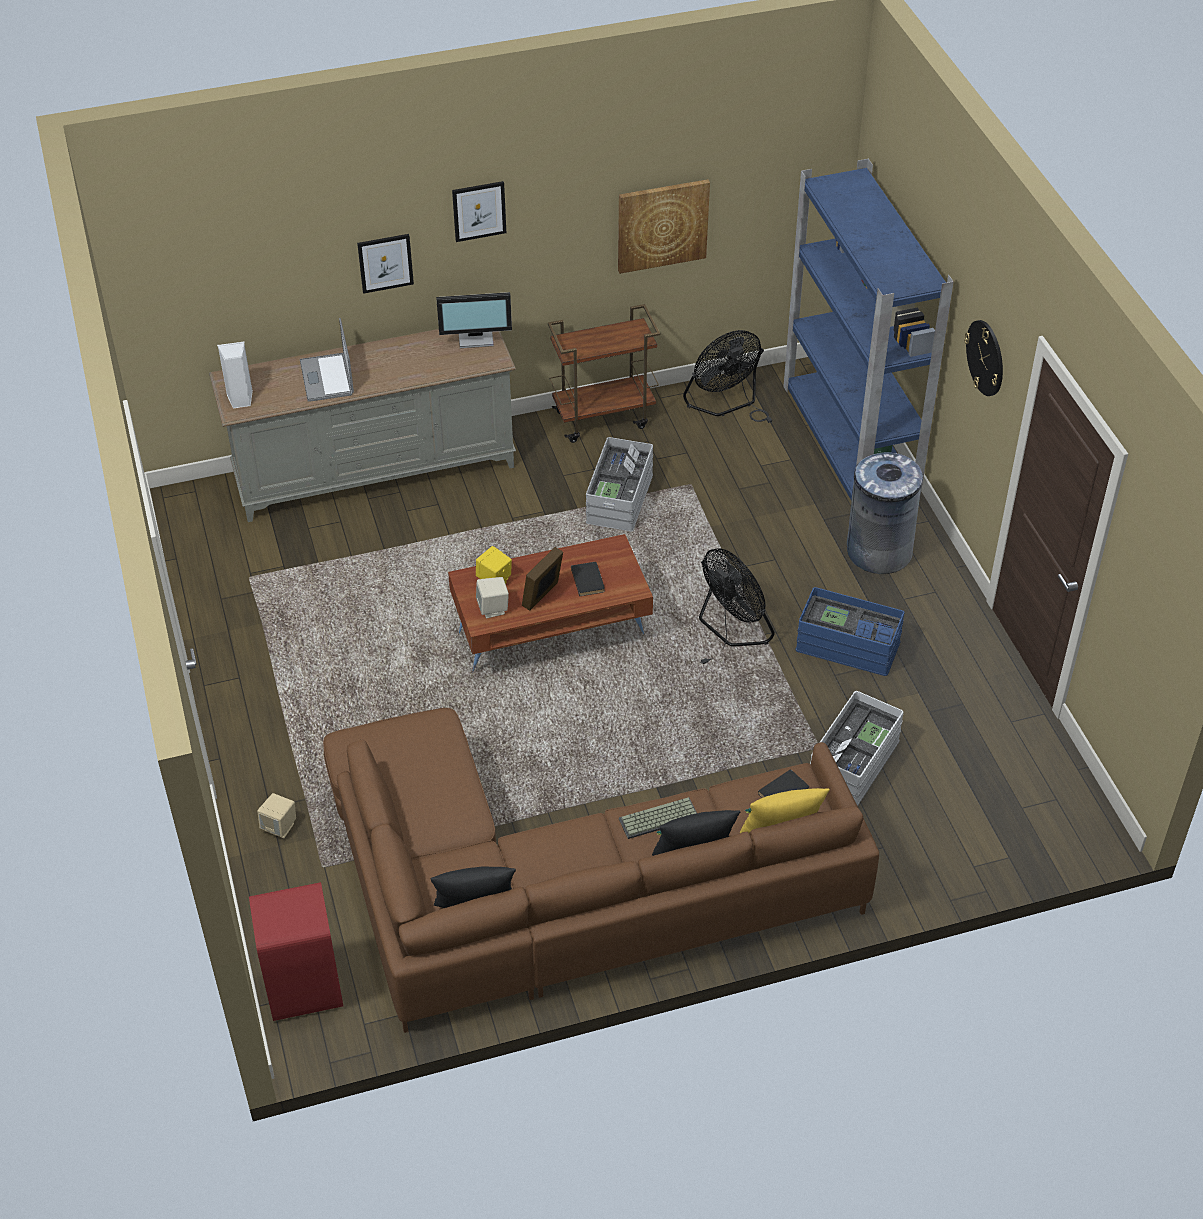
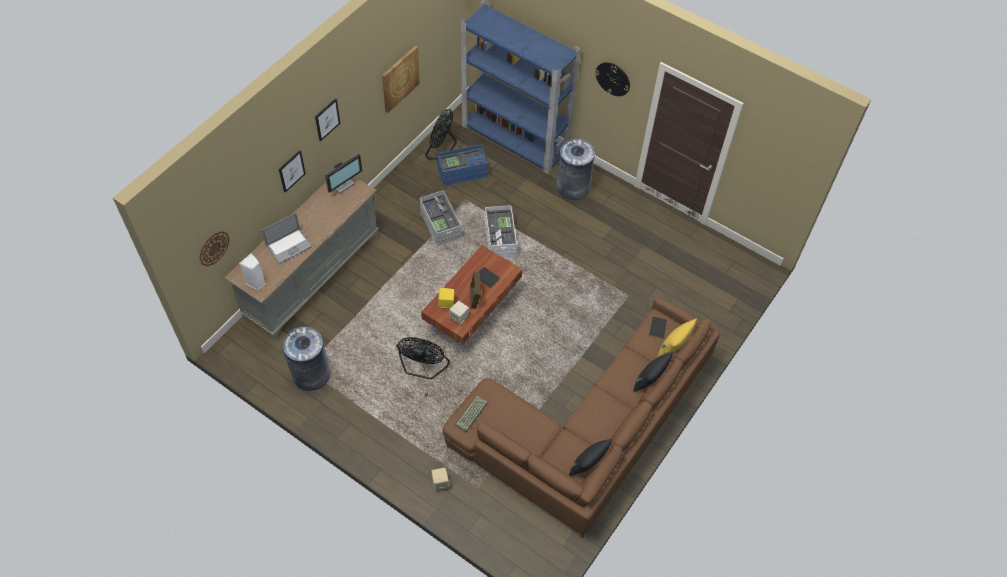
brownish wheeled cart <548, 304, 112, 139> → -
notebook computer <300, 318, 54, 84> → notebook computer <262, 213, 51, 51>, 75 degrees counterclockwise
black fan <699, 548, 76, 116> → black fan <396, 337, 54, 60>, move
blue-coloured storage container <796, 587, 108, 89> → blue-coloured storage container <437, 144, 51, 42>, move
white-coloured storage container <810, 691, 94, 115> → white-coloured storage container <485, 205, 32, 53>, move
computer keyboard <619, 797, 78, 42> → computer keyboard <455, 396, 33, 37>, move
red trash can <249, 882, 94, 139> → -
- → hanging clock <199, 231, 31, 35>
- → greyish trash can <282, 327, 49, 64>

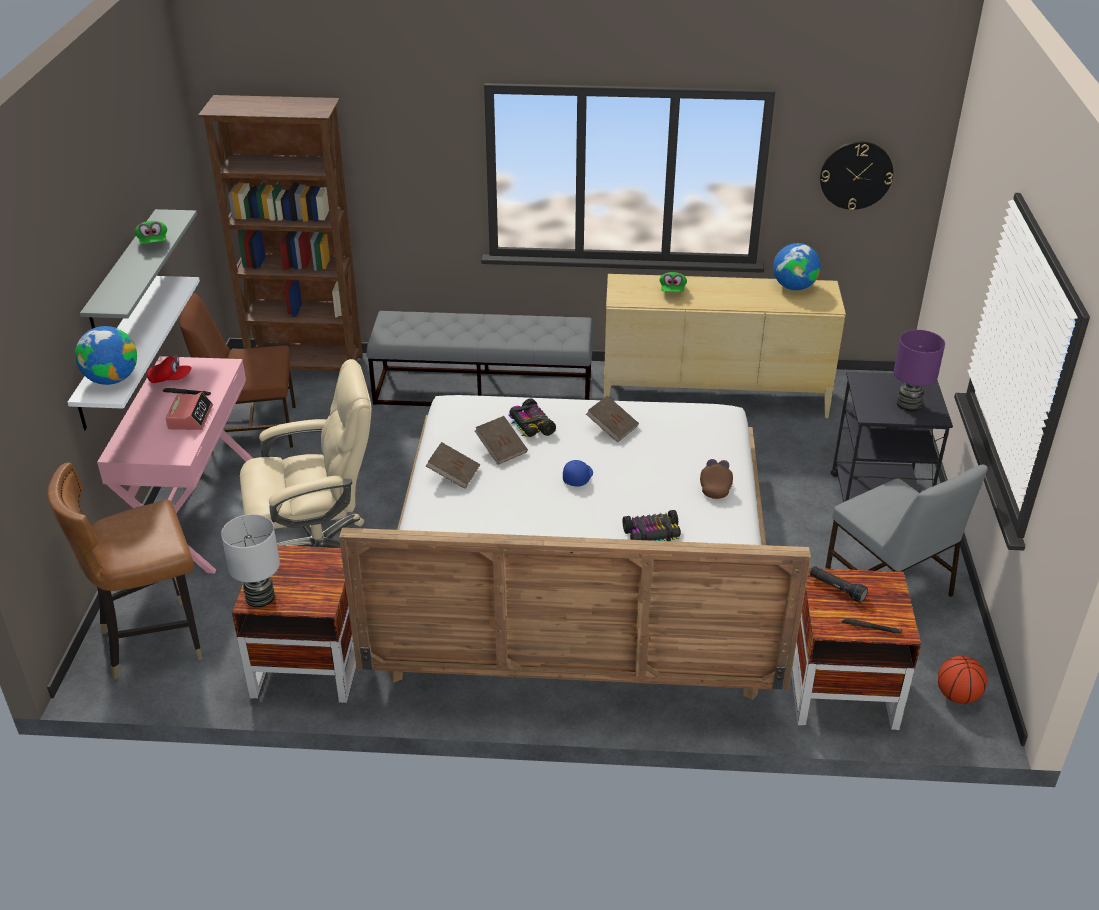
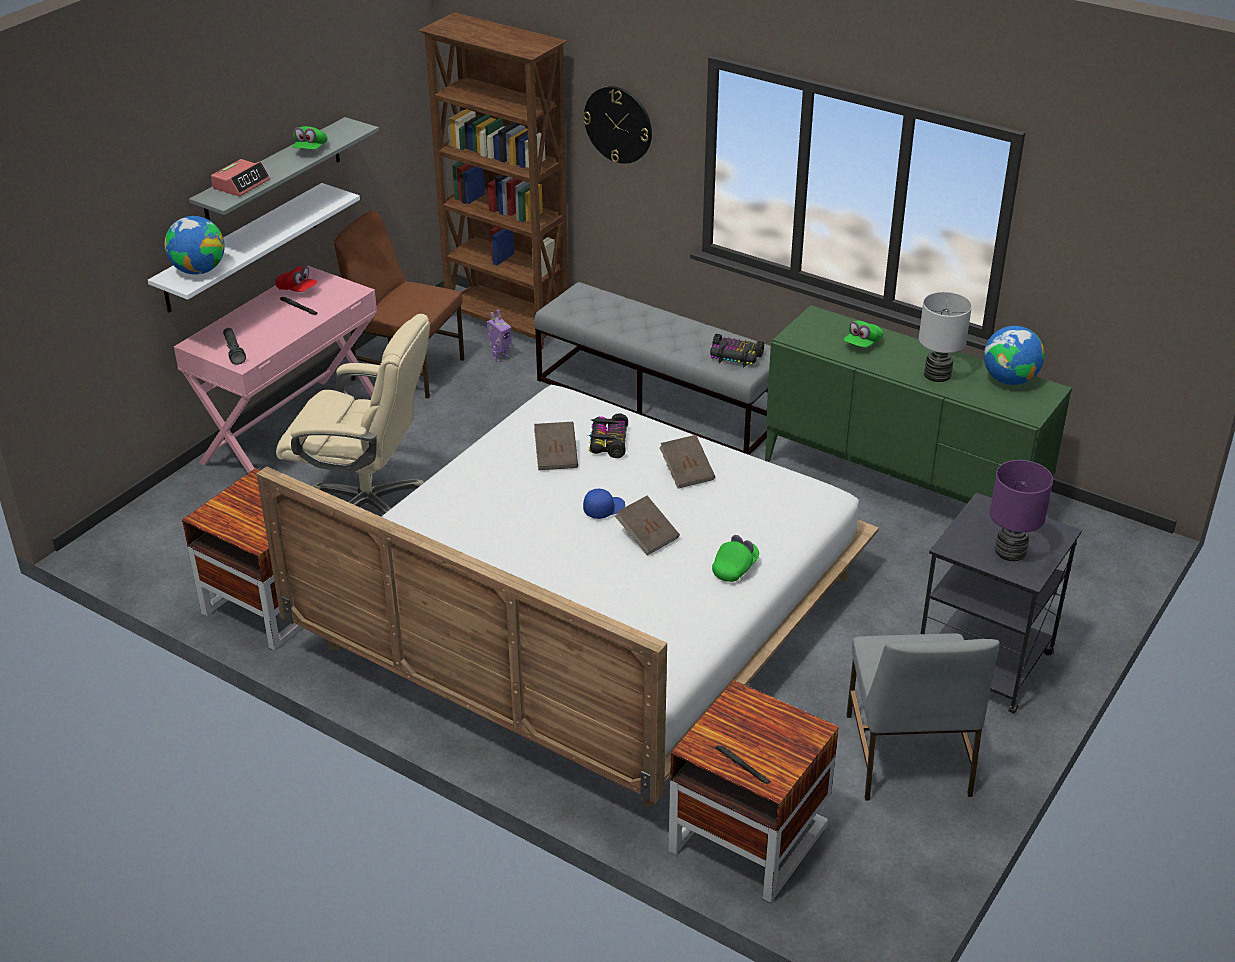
hanging clock <820, 141, 73, 69> → hanging clock <583, 86, 69, 78>, move
sand-coloured dresser <604, 274, 242, 144> → green dresser <765, 305, 307, 198>
table clock <166, 392, 47, 38> → table clock <211, 159, 59, 38>, move
brownish book <426, 442, 54, 47> → brownish book <615, 496, 65, 59>, move
brownish baseball cap <700, 459, 33, 40> → green baseball cap <712, 535, 47, 47>
brownish chair <47, 463, 156, 216> → -
model car <622, 510, 59, 31> → model car <710, 334, 54, 34>, move
greyish table lamp <221, 514, 59, 93> → greyish table lamp <919, 292, 53, 90>, move
black hand torch <810, 566, 58, 37> → black hand torch <223, 328, 23, 37>, move
basketball ball <938, 656, 49, 48> → -
- → toy robot <487, 310, 25, 52>

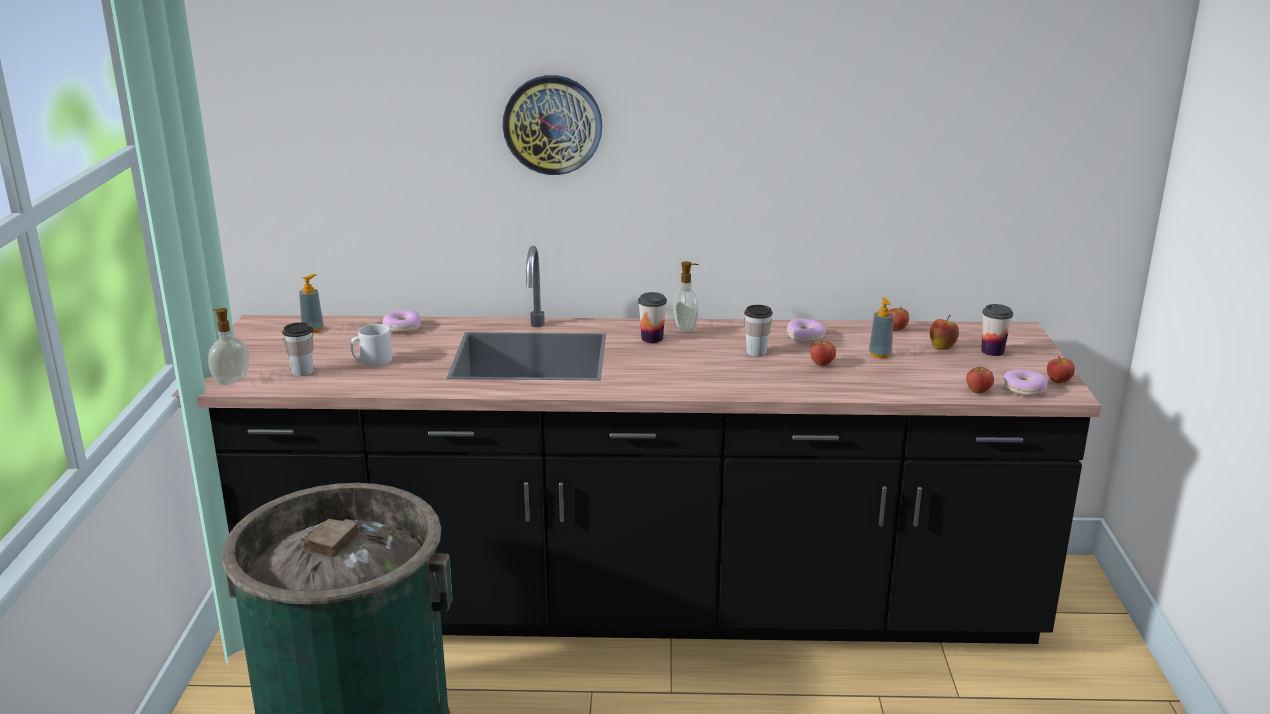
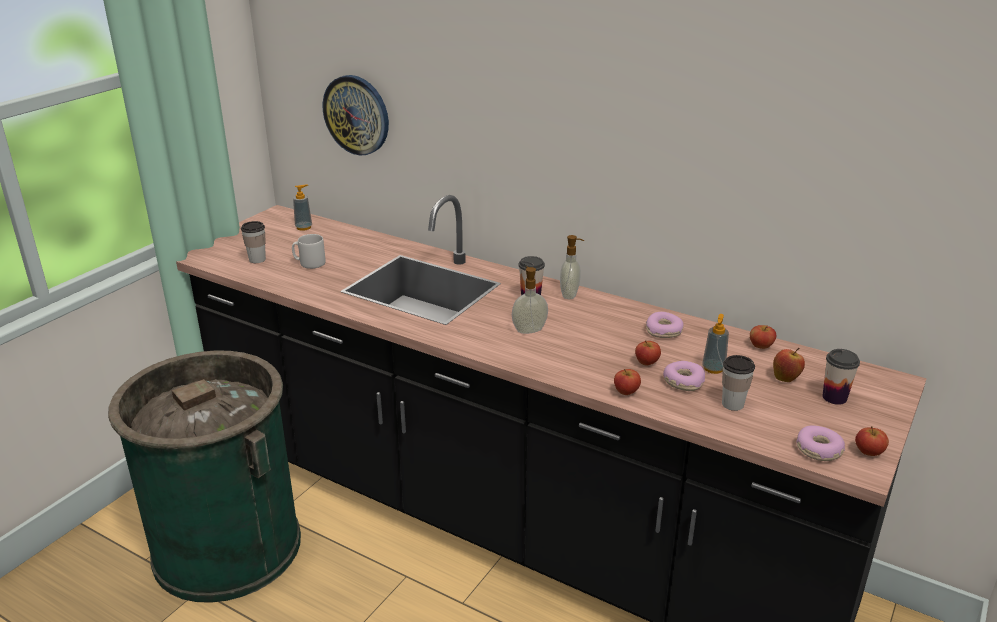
hanging clock <503, 75, 99, 100> → hanging clock <323, 75, 66, 80>, move
cup <744, 305, 29, 51> → cup <722, 355, 33, 56>, move
soap dispenser <208, 308, 41, 77> → soap dispenser <512, 266, 36, 68>, move
ring doughnut <383, 310, 38, 23> → ring doughnut <663, 361, 42, 30>, move
apple fruit <966, 366, 28, 28> → apple fruit <614, 369, 27, 26>, move

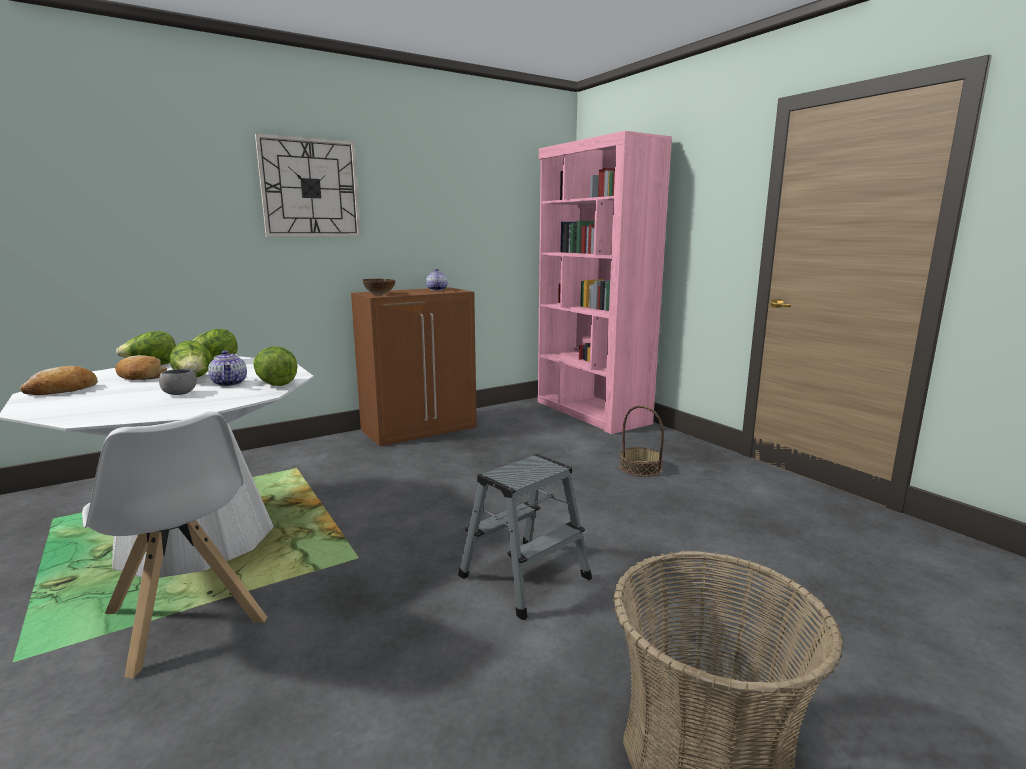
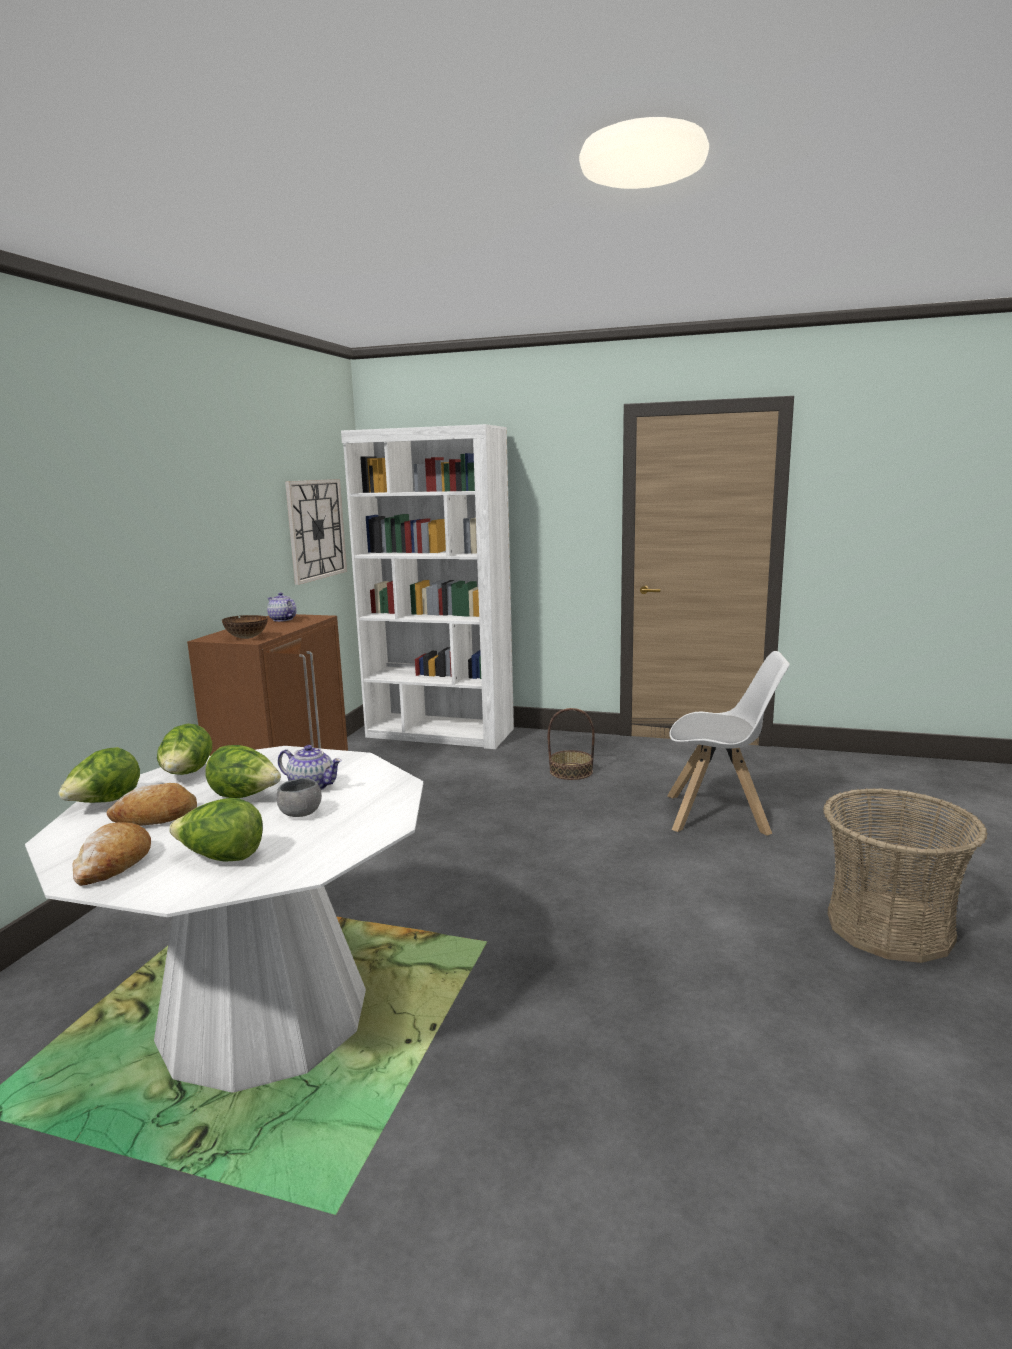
pink bookcase <538, 131, 134, 303> → white-coloured bookcase <341, 424, 173, 325>
hanging clock <255, 133, 106, 104> → hanging clock <285, 479, 62, 106>, move
lettuce <253, 346, 45, 40> → lettuce <169, 798, 94, 64>, move
chair <82, 411, 185, 267> → chair <667, 651, 123, 185>, move
greyish step ladder <458, 454, 134, 166> → -

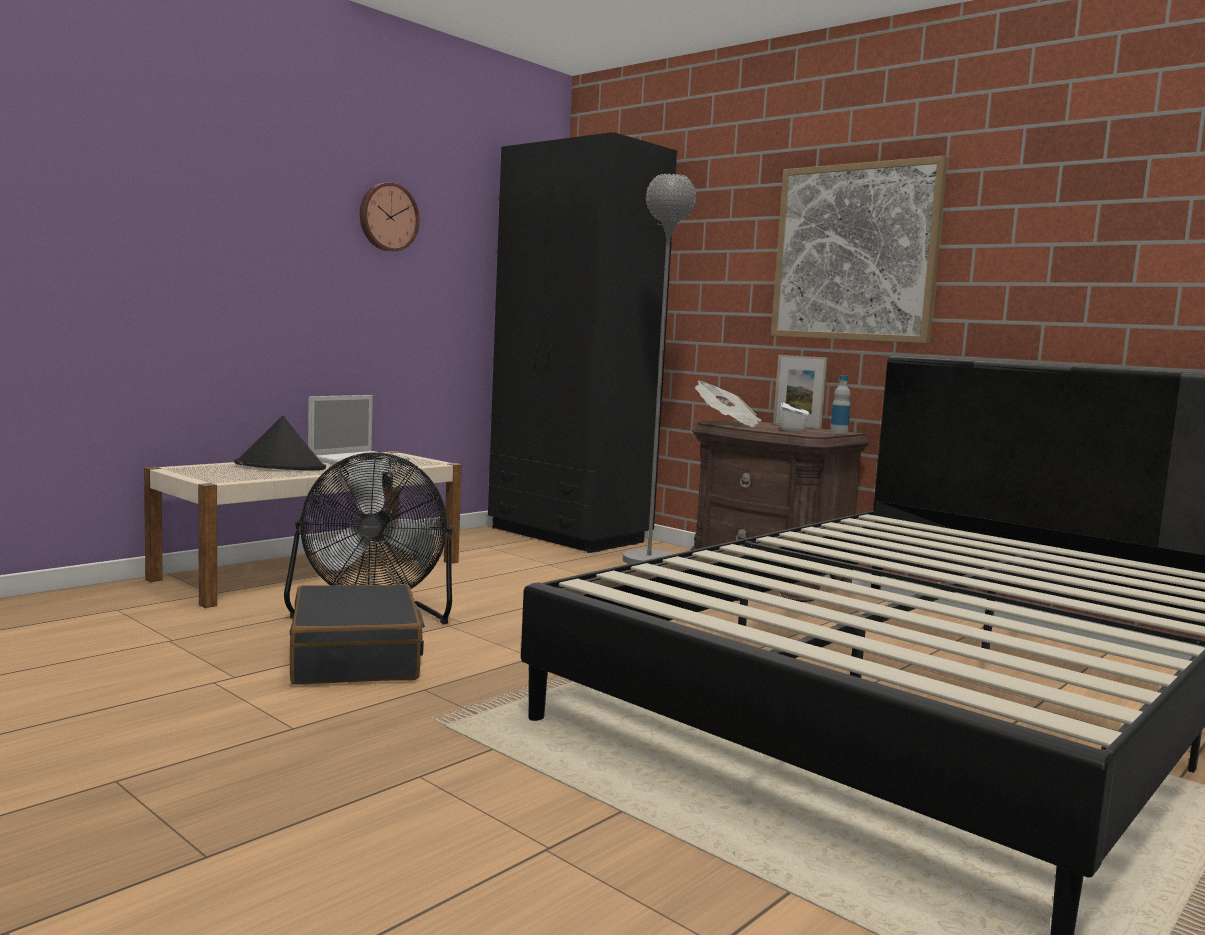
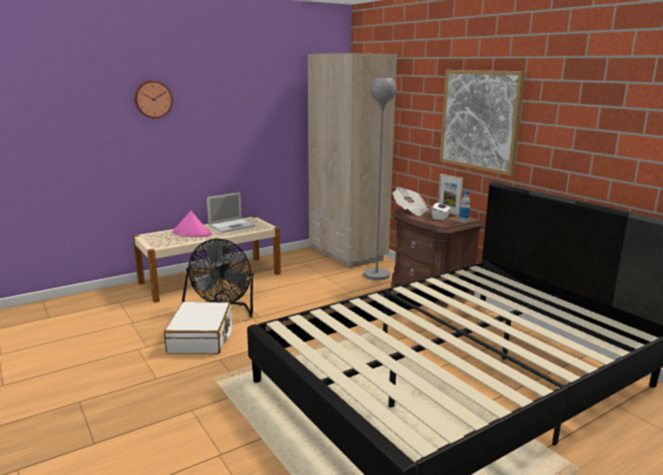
black clothes cupboard <488, 132, 189, 421> → sand-coloured clothes cupboard <308, 53, 89, 215>
hanging clock <360, 182, 60, 70> → hanging clock <134, 80, 39, 39>, move
black hat <235, 416, 91, 55> → pink hat <172, 211, 39, 26>
black suitcase <290, 584, 135, 101> → white-coloured suitcase <164, 302, 68, 52>

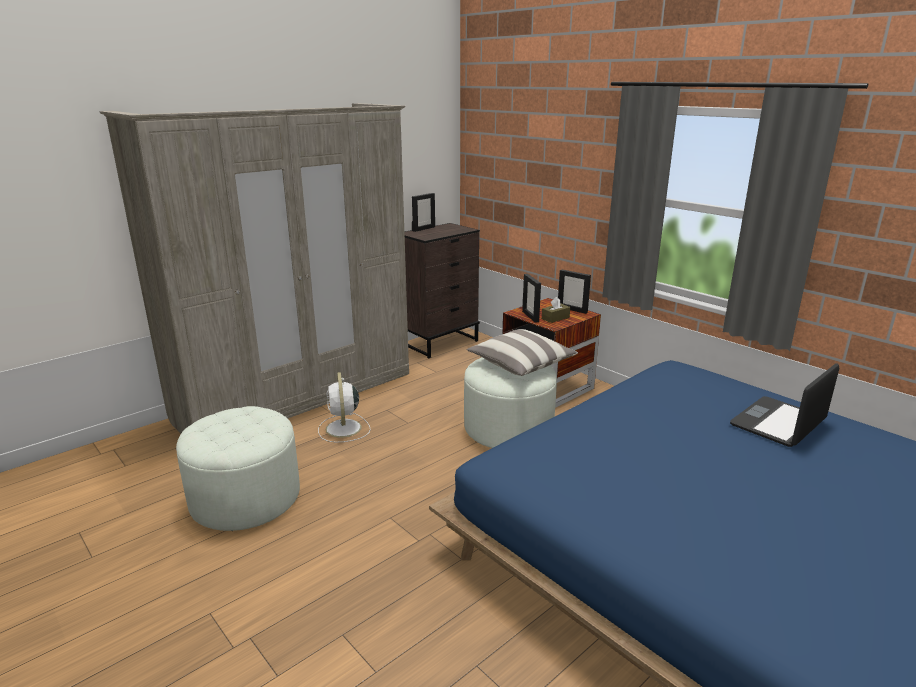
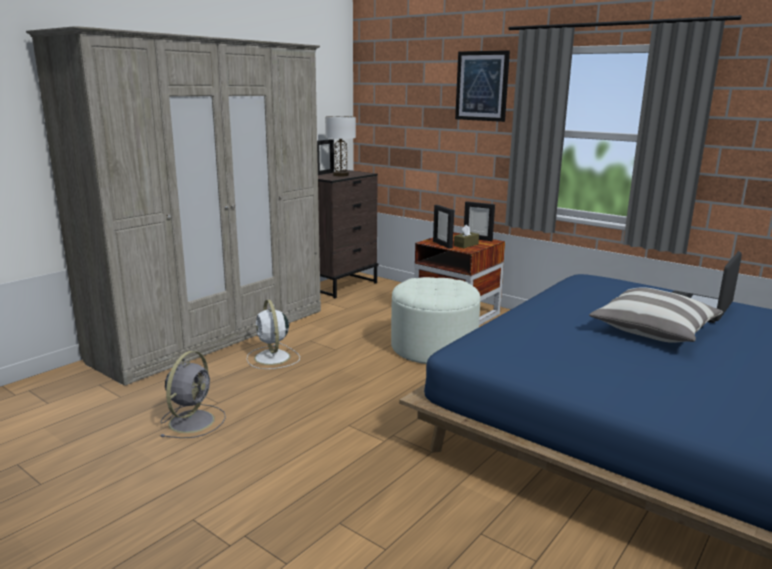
throw pillow <467, 329, 111, 47> → throw pillow <589, 287, 134, 56>, move
white-coloured pouffe <176, 406, 124, 125> → greyish fan <161, 351, 65, 87>
- → picture <455, 50, 55, 72>
- → table lamp <325, 116, 31, 60>

